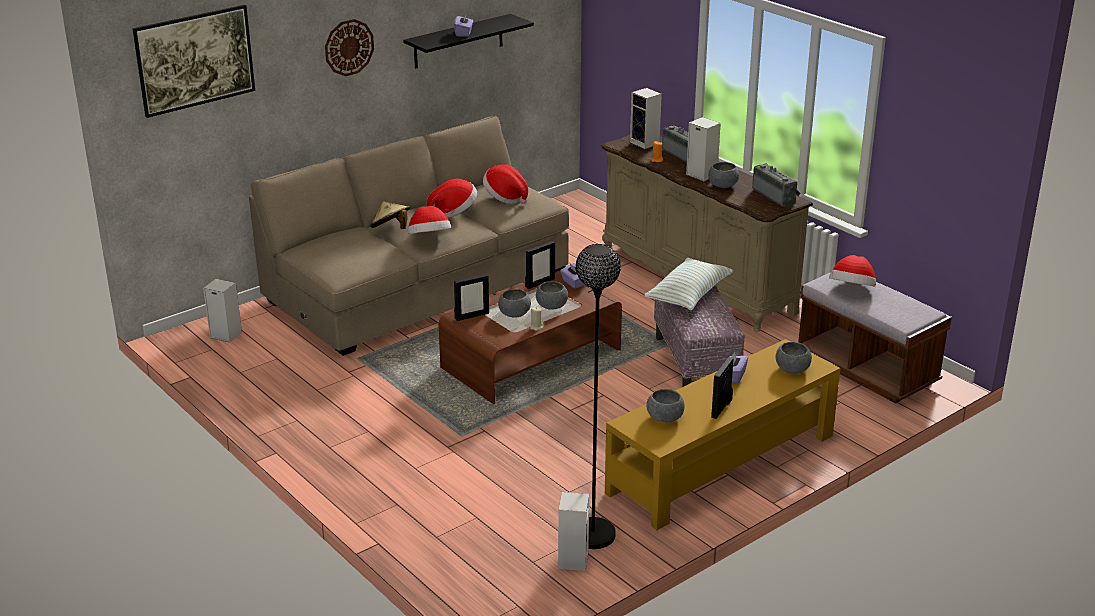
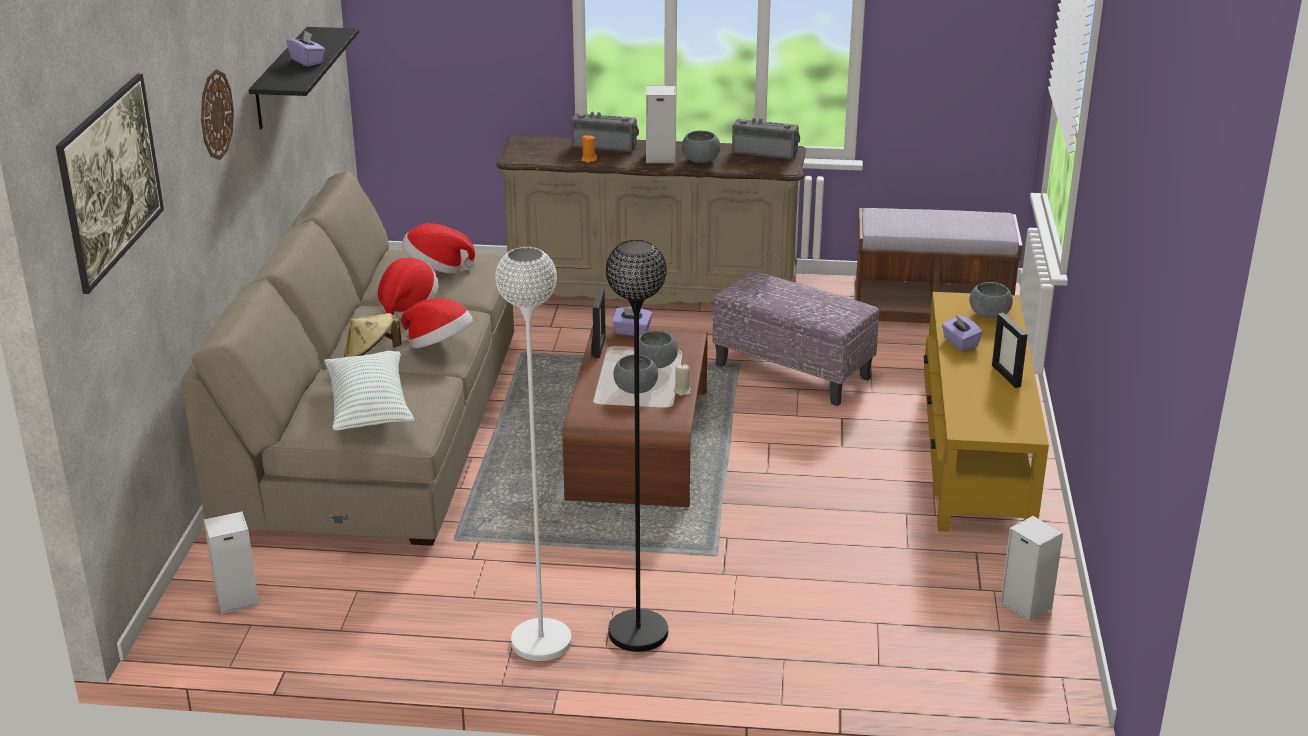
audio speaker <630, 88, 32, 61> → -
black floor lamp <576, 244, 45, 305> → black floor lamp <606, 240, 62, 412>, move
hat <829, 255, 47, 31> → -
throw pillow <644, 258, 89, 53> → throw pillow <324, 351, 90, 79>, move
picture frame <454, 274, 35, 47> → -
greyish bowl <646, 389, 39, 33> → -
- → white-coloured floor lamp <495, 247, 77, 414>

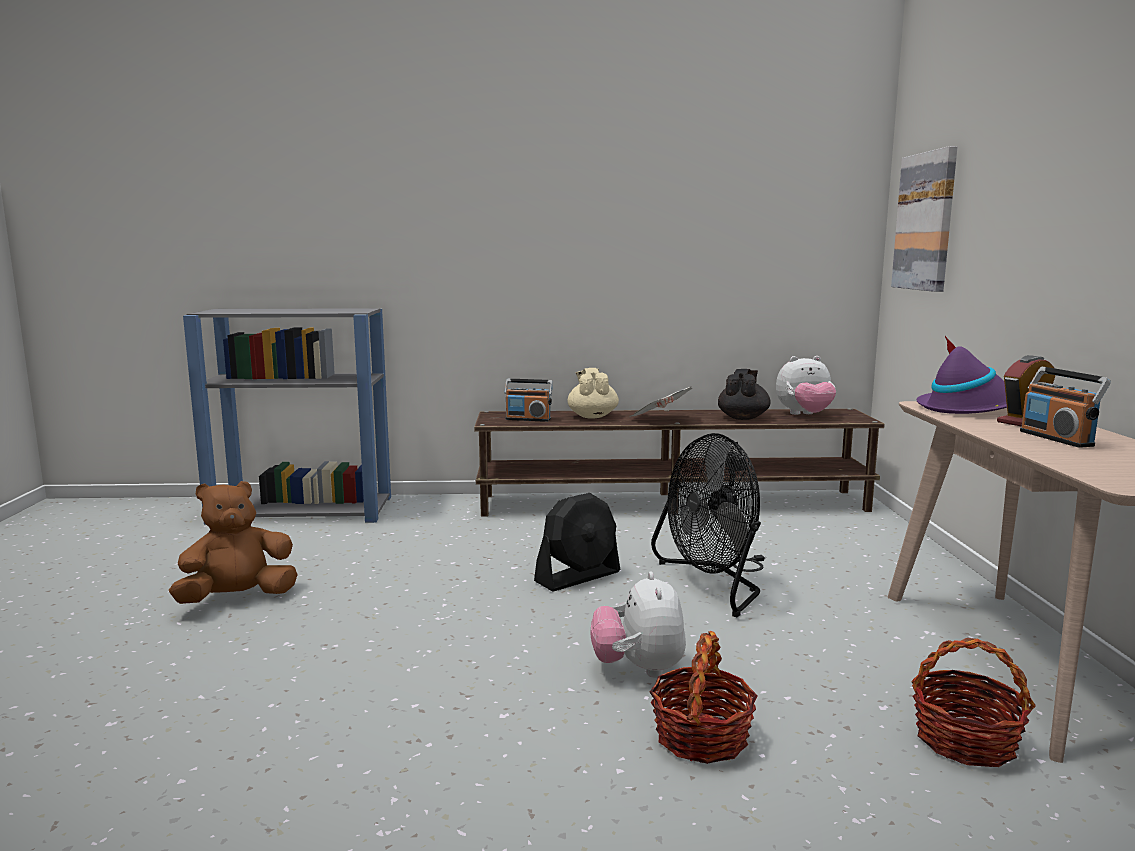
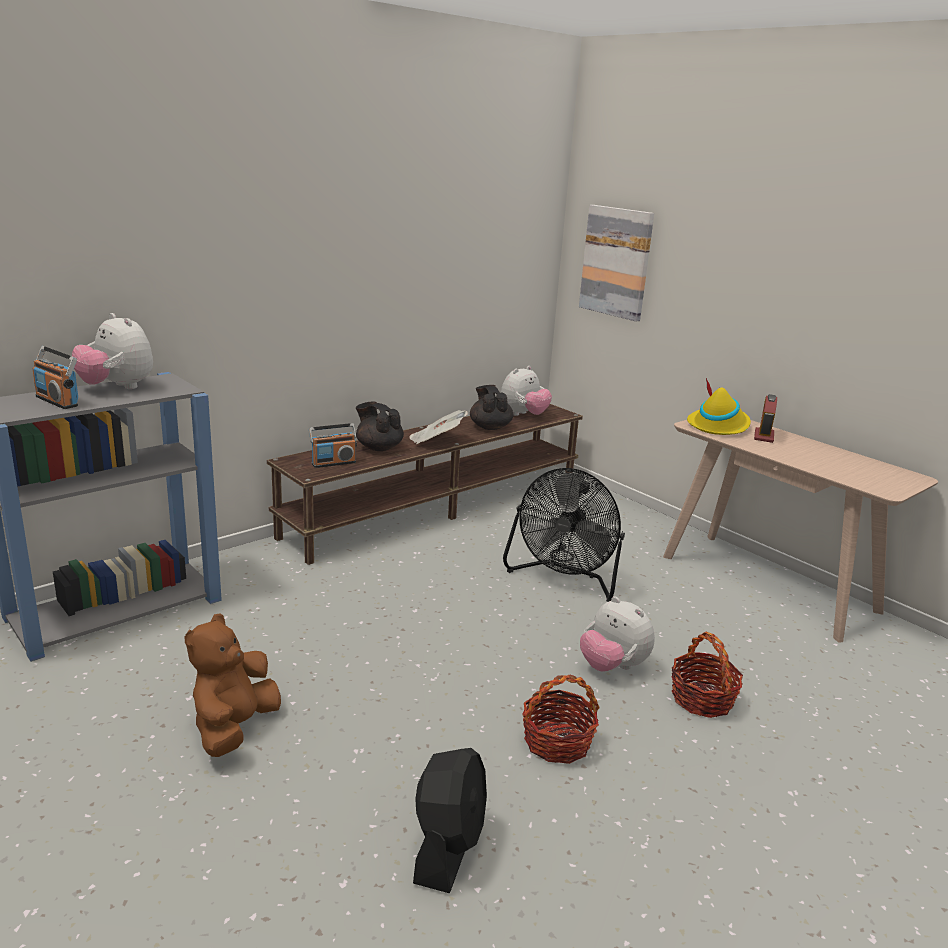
purple-coloured hat <917, 336, 90, 78> → yellowish hat <687, 378, 64, 57>
radio set <1020, 367, 91, 81> → radio set <32, 346, 46, 63>, move
sand-coloured pot for tea <568, 368, 51, 51> → black pot for tea <356, 401, 48, 50>
black fan <534, 493, 86, 98> → black fan <413, 748, 74, 145>, move
household basket <912, 638, 124, 129> → household basket <522, 675, 77, 89>, move
- → cuddly toy <72, 313, 81, 76>

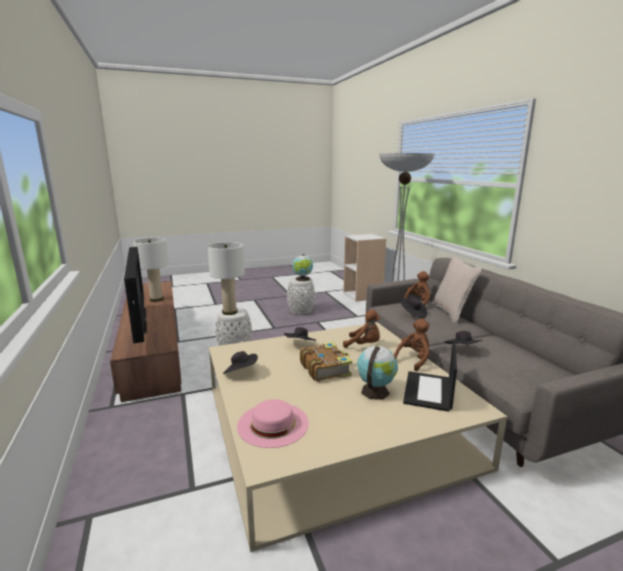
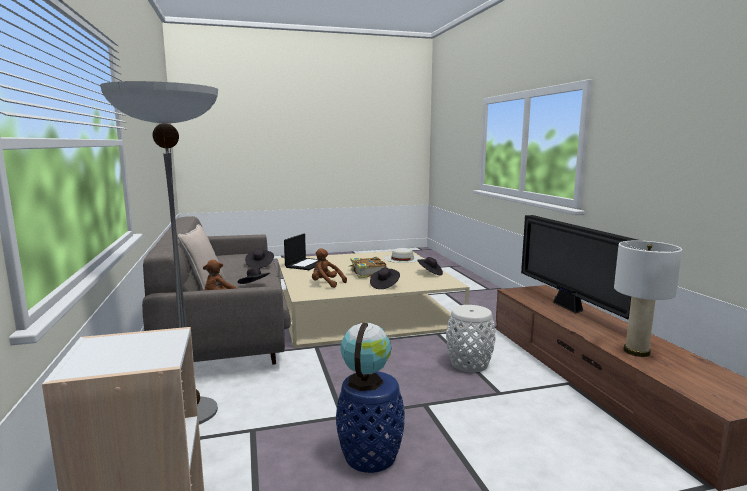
white-coloured table lamp <208, 242, 37, 73> → -
white-coloured stool <287, 277, 28, 38> → blue-coloured stool <336, 371, 69, 102>
brownish cuddly toy <394, 319, 35, 52> → -
globe <357, 346, 41, 54> → -
pink hat <237, 399, 72, 49> → white-coloured hat <384, 248, 37, 15>

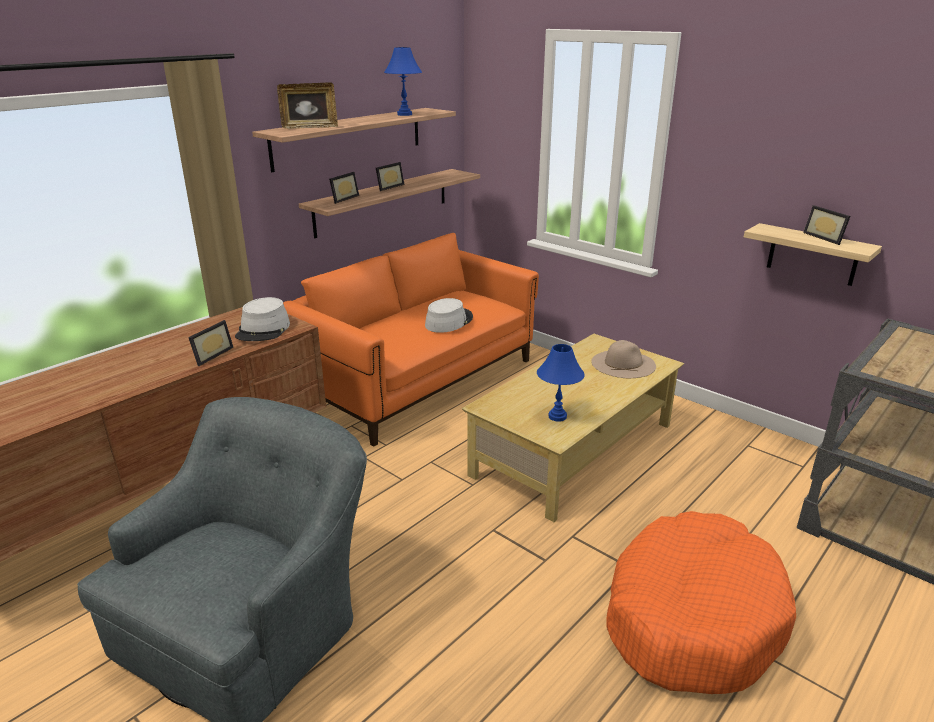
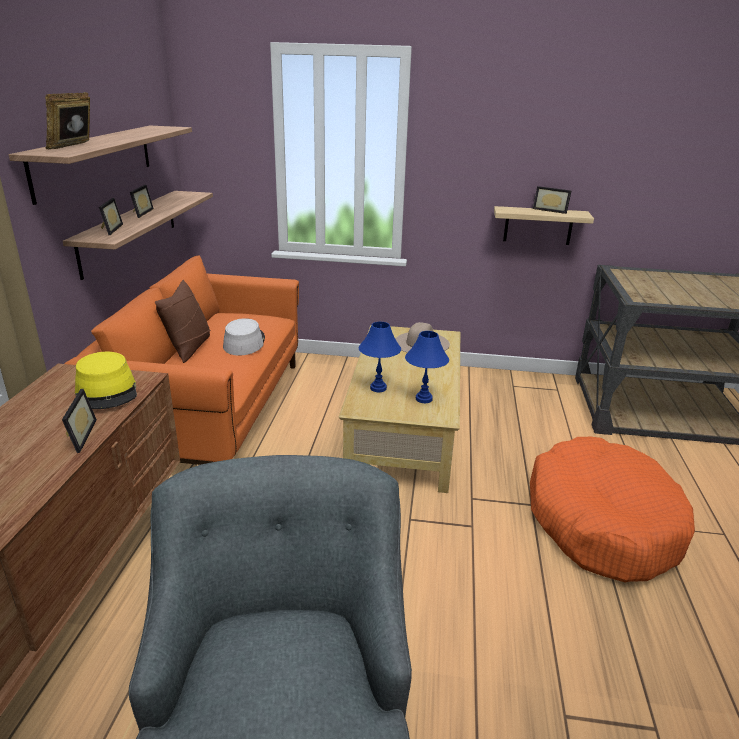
blue-coloured table lamp <384, 47, 38, 69> → blue-coloured table lamp <359, 322, 42, 70>, move
picture frame <277, 83, 61, 46> → picture frame <45, 92, 45, 58>, 150 degrees clockwise
greyish hat <235, 297, 55, 44> → yellowish hat <75, 352, 62, 57>
- → brownish throw pillow <155, 280, 55, 83>

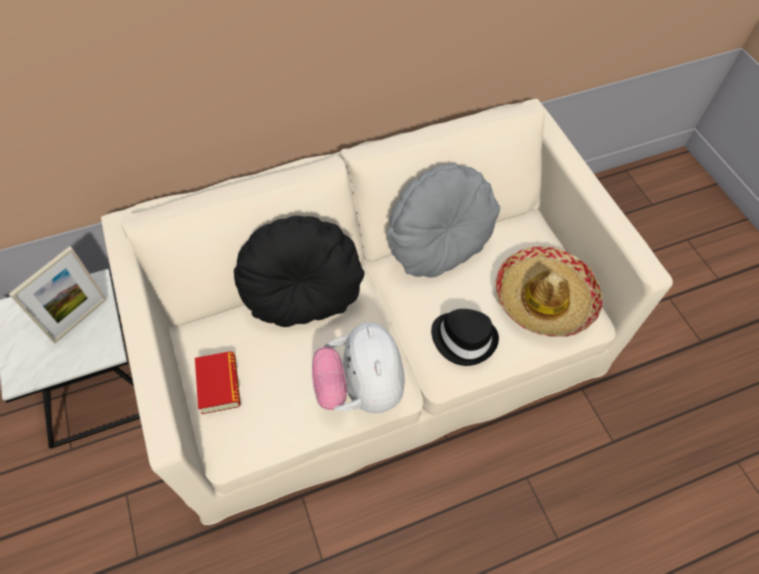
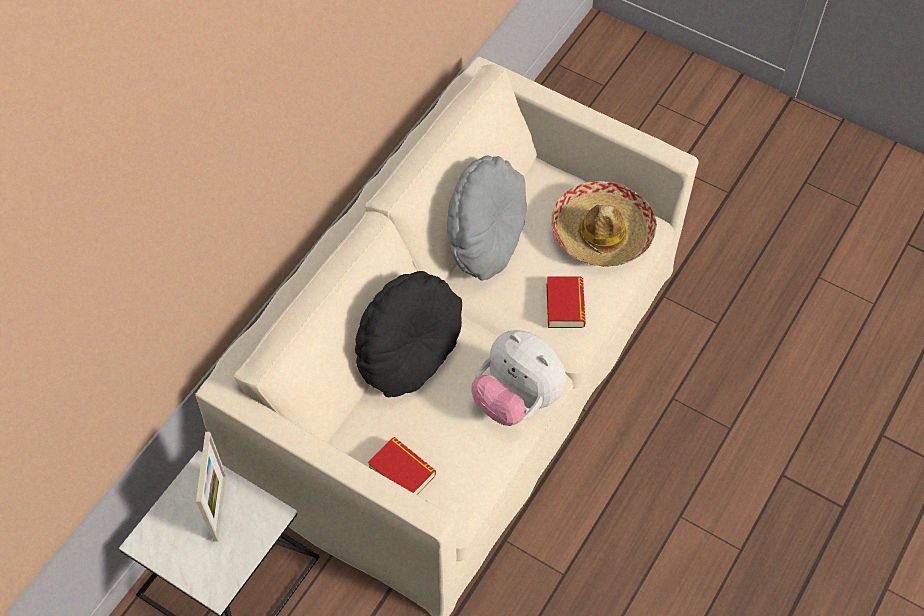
black hat <431, 309, 68, 57> → book <546, 276, 40, 52>

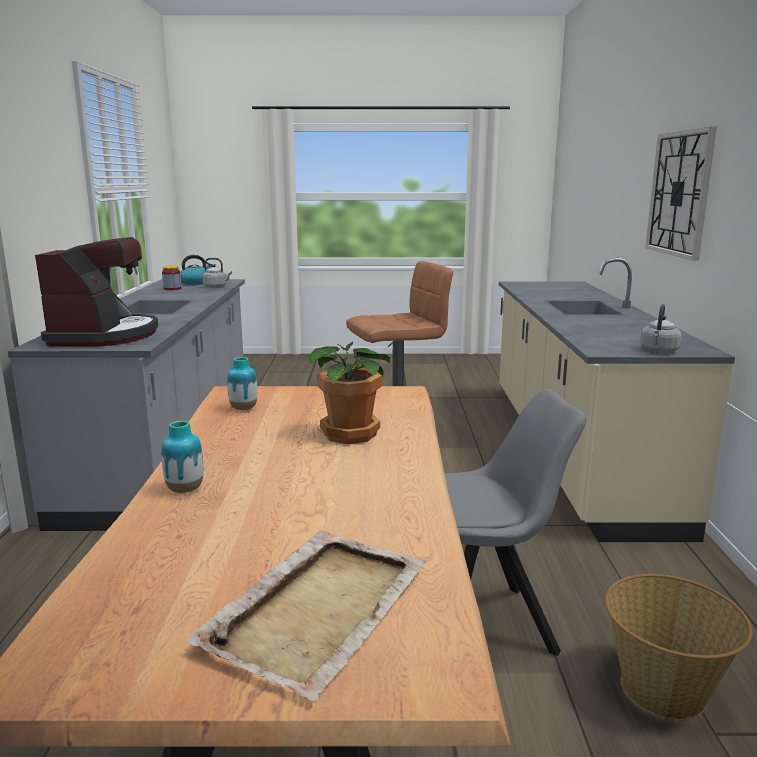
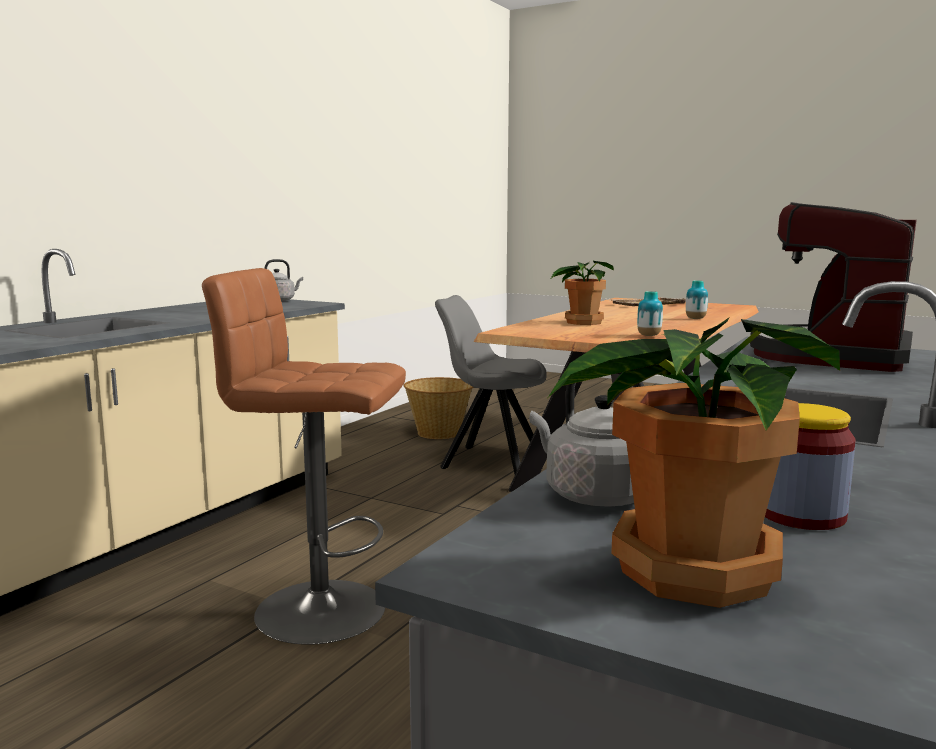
hanging clock <645, 127, 72, 134> → -
water kettle <180, 255, 32, 30> → houseplant <548, 317, 292, 291>

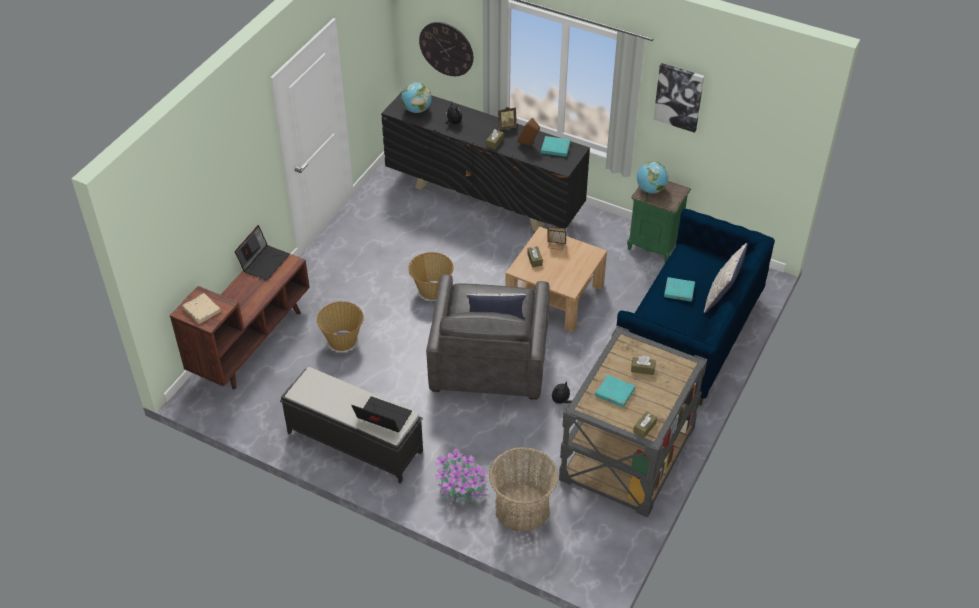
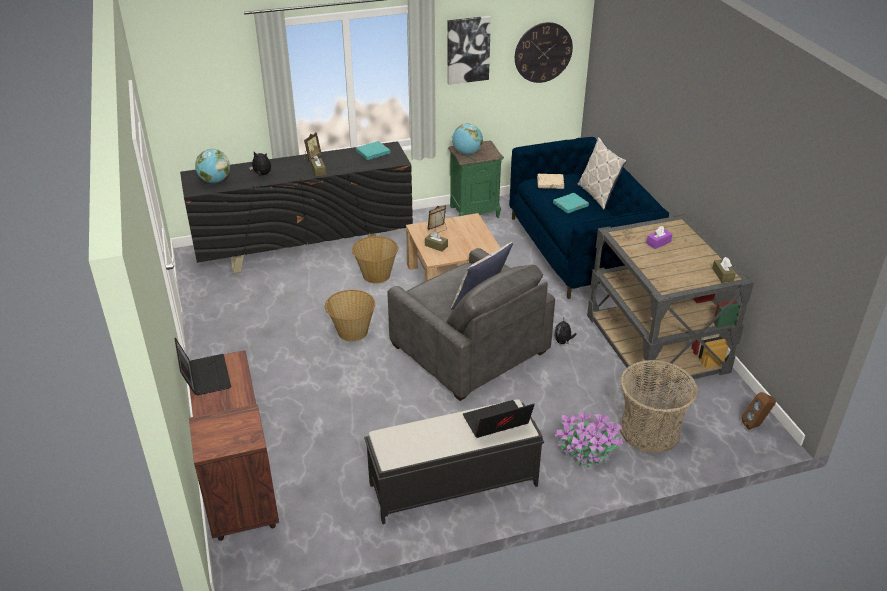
hanging clock <419, 22, 54, 54> → hanging clock <515, 22, 58, 61>, move
brownish audio speaker <517, 118, 23, 28> → brownish audio speaker <741, 392, 35, 38>, move
sand-coloured book <182, 293, 39, 31> → sand-coloured book <537, 174, 27, 15>, move
household basket <317, 301, 47, 50> → household basket <352, 236, 46, 47>, move
brownish tissue box <631, 356, 25, 19> → purple-coloured tissue box <646, 226, 27, 23>
blue-green book <595, 375, 40, 32> → -

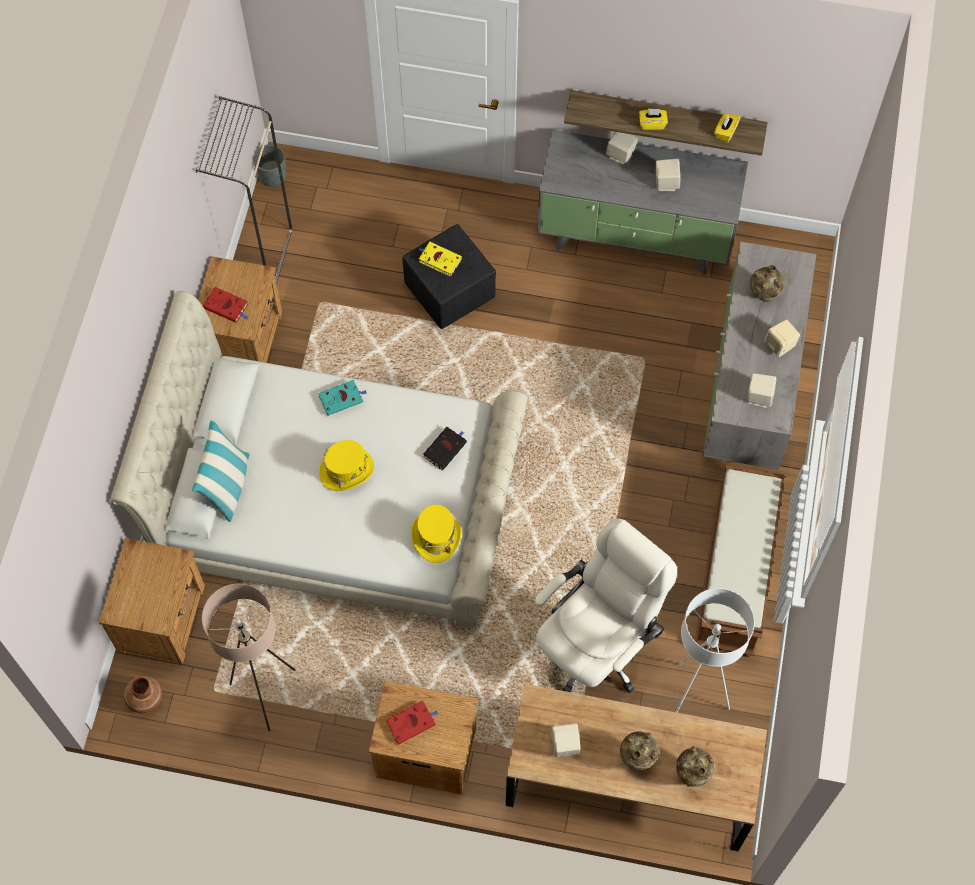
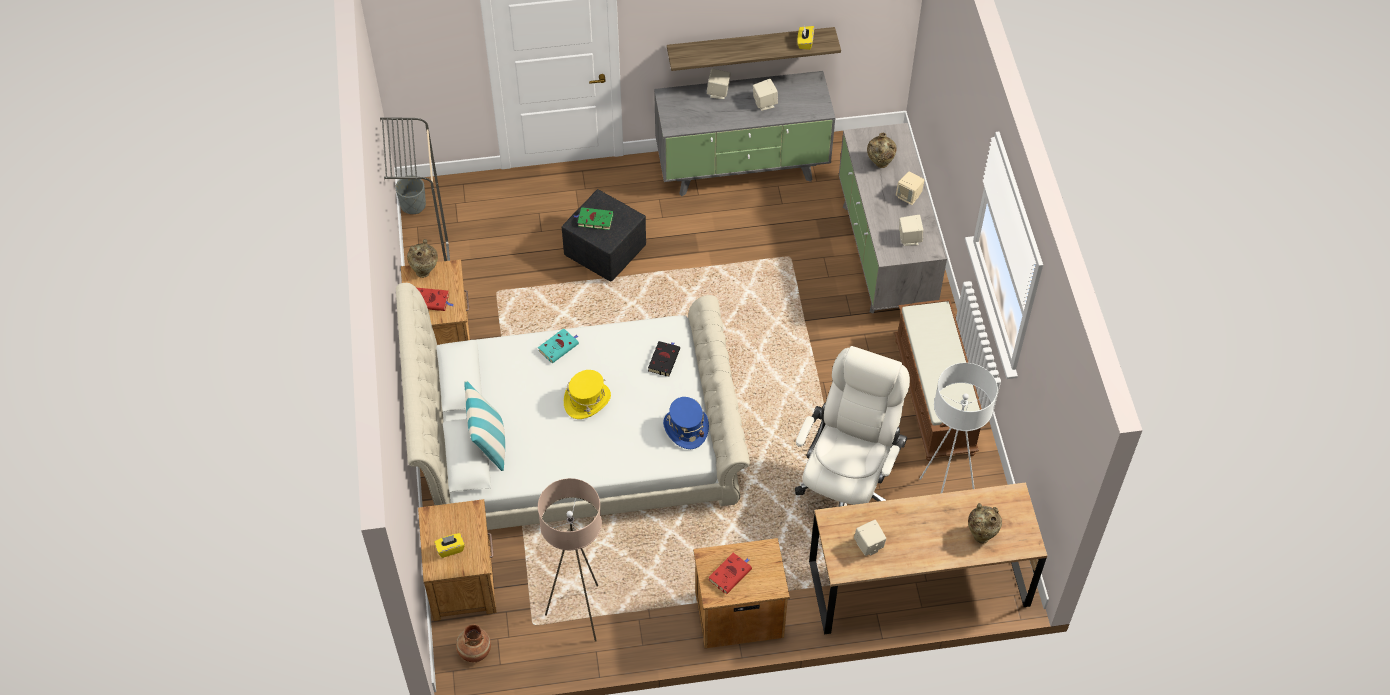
yellowish tissue box <639, 109, 29, 21> → yellowish tissue box <435, 533, 30, 25>, move
yellowish book <419, 242, 43, 35> → green book <574, 207, 39, 23>
yellowish hat <411, 504, 50, 59> → blue-coloured hat <663, 397, 46, 52>
sand-coloured decorative vase <620, 731, 39, 39> → sand-coloured decorative vase <407, 239, 31, 39>, move

